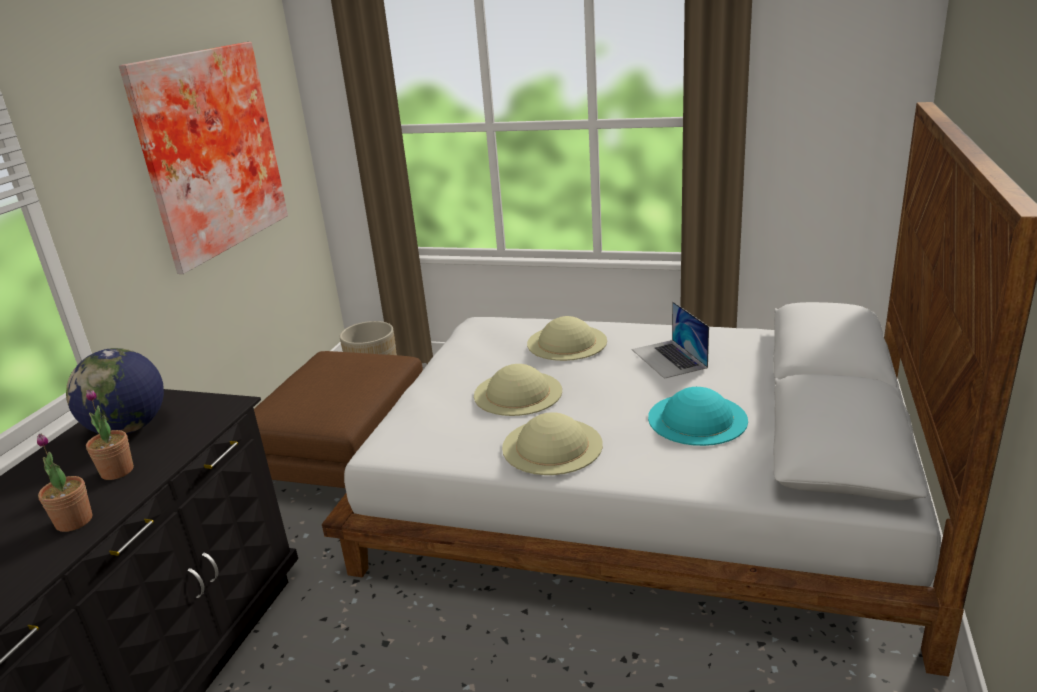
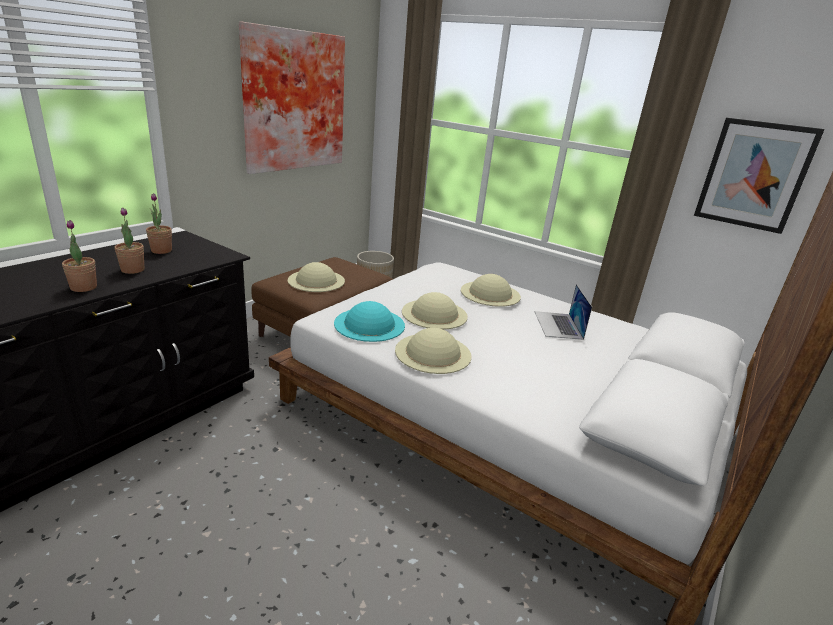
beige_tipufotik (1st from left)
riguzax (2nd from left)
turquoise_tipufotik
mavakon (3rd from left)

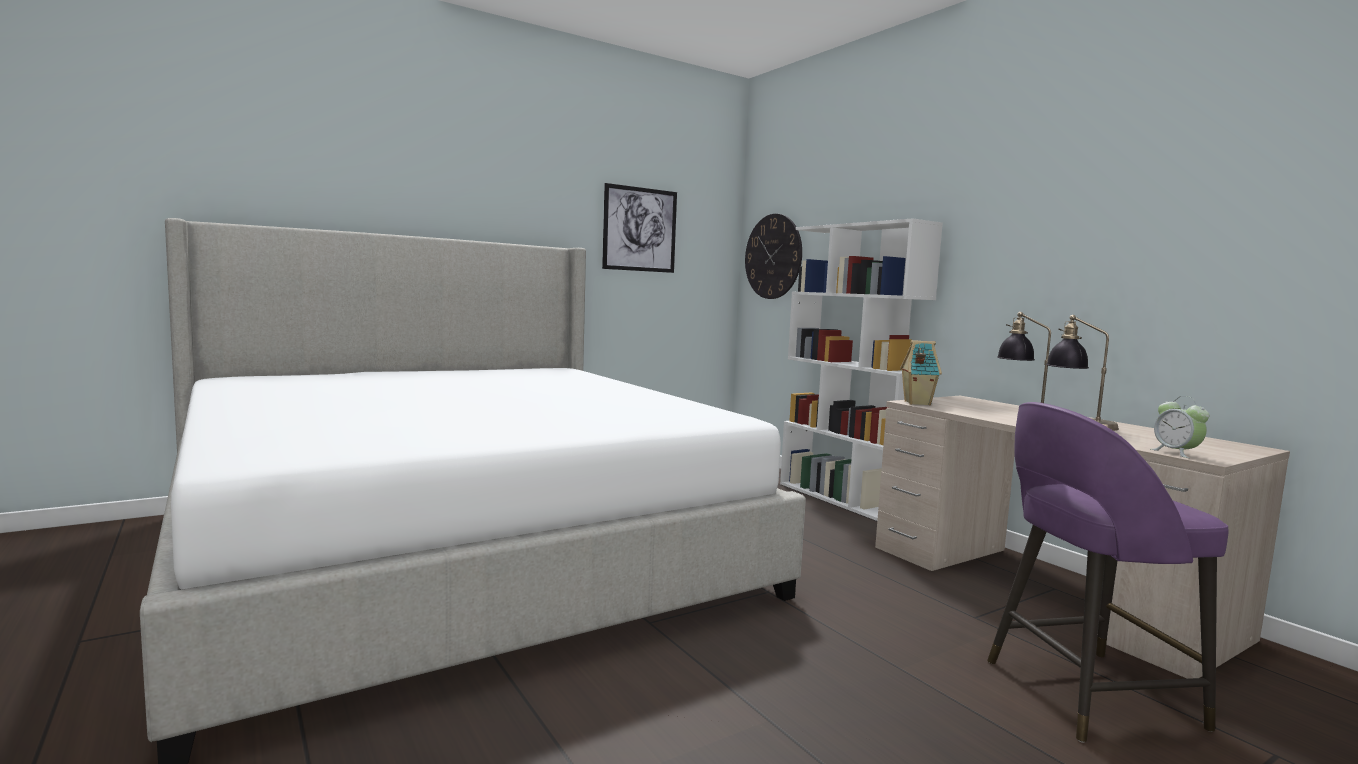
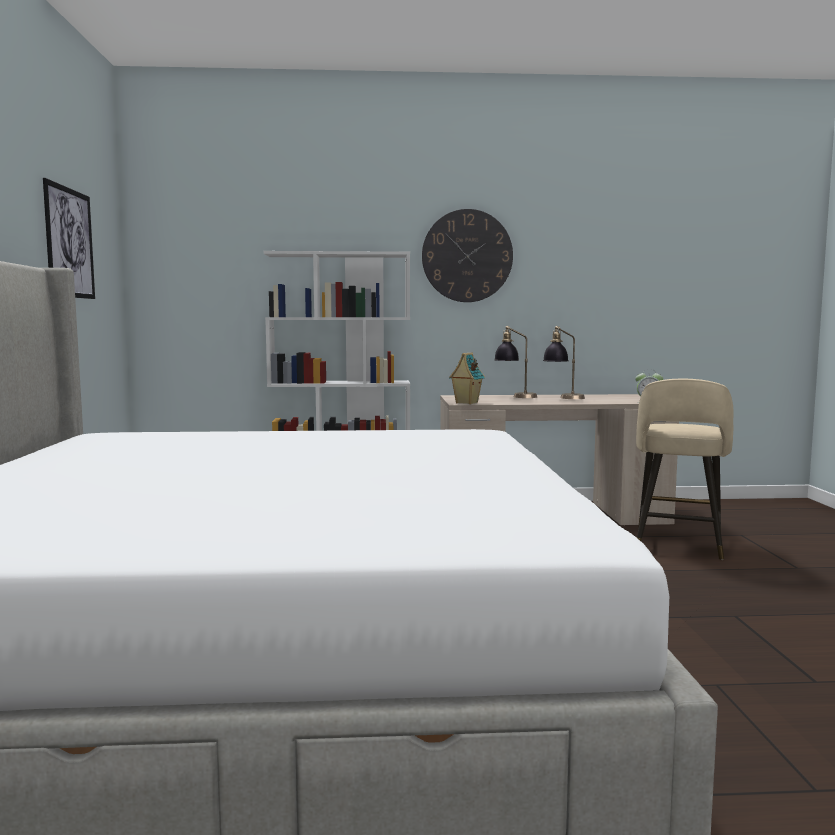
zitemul
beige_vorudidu

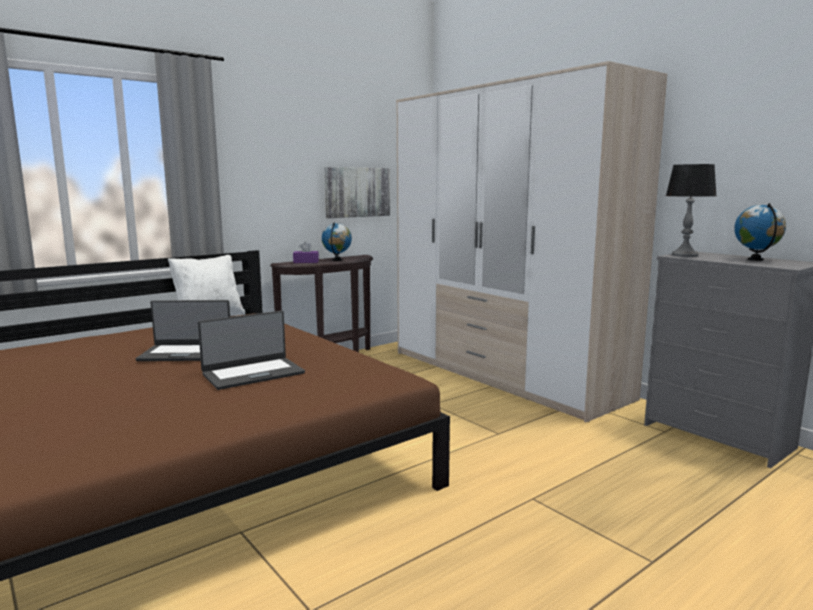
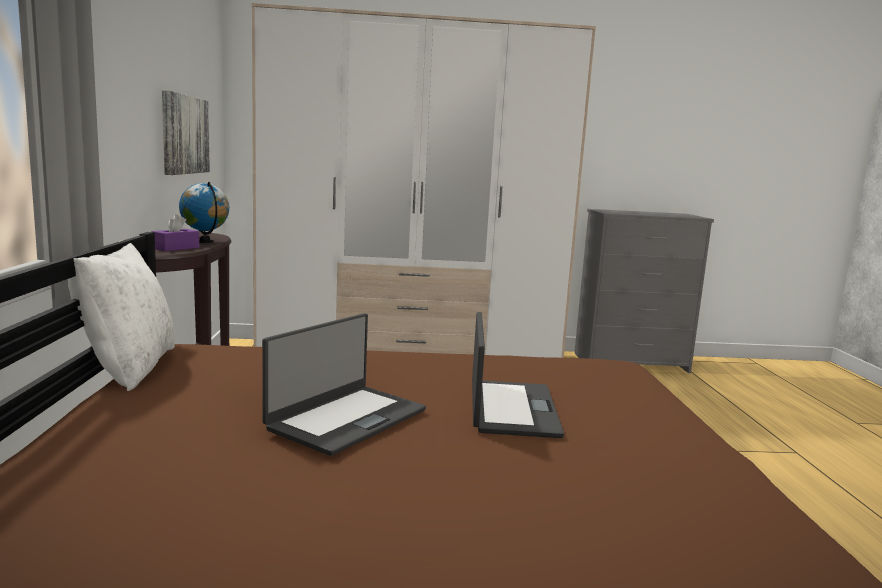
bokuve
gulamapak (2nd from left in the first image)

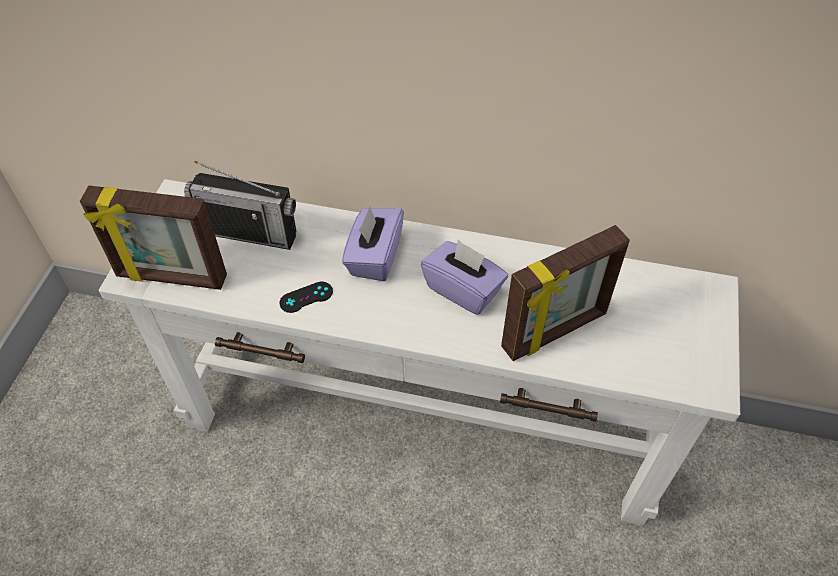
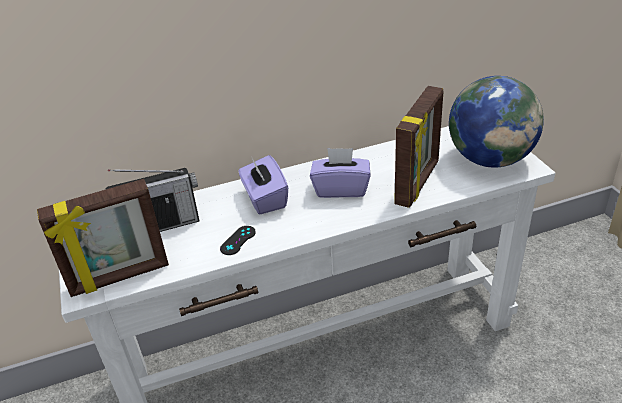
gulamapak

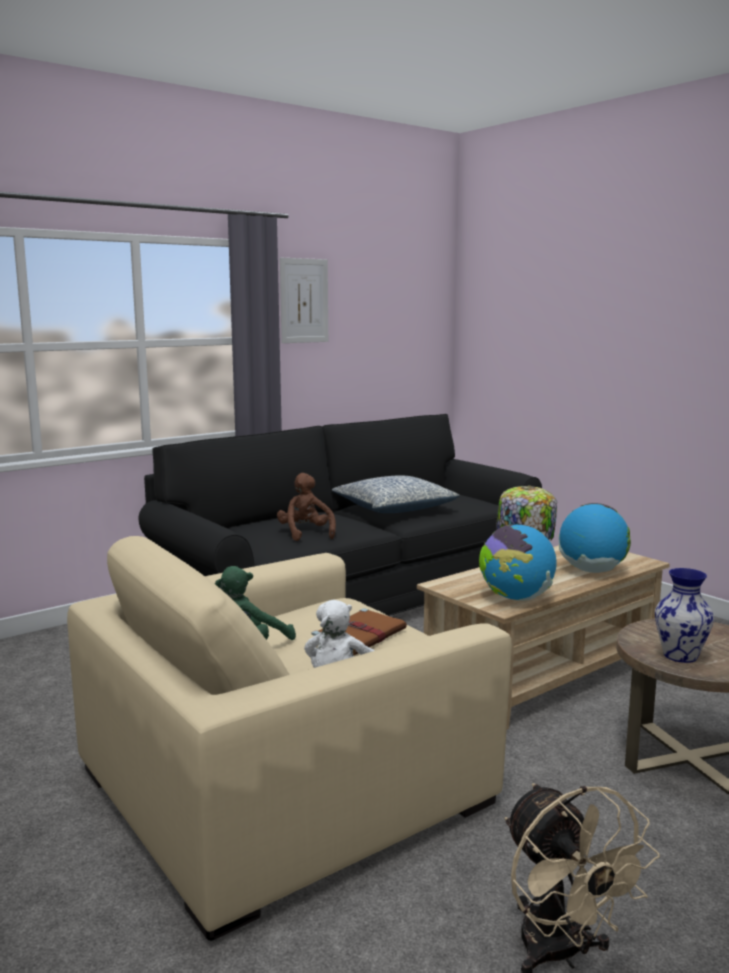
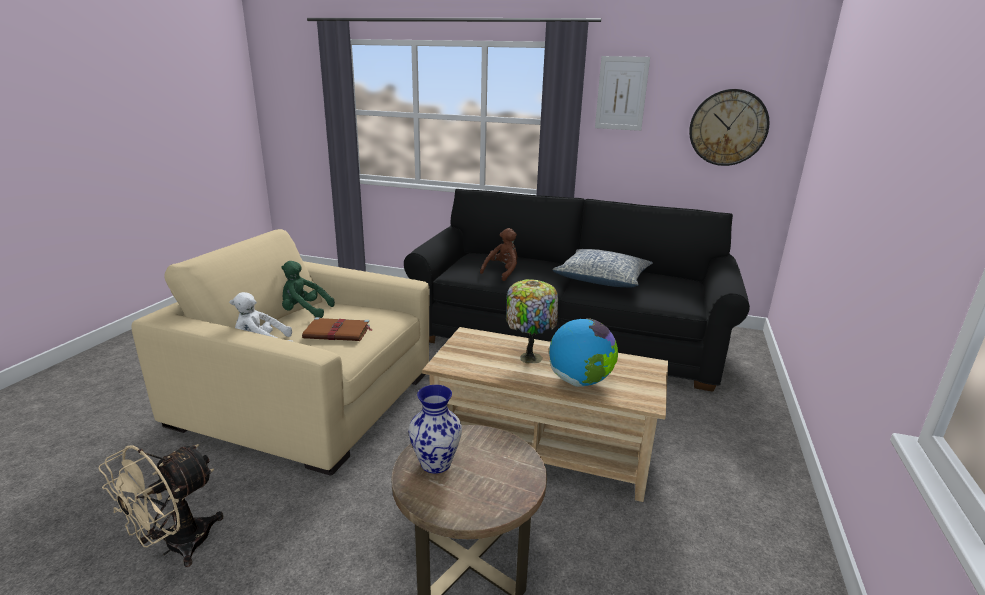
gulamapak (1st from left in the first image)
zitemul

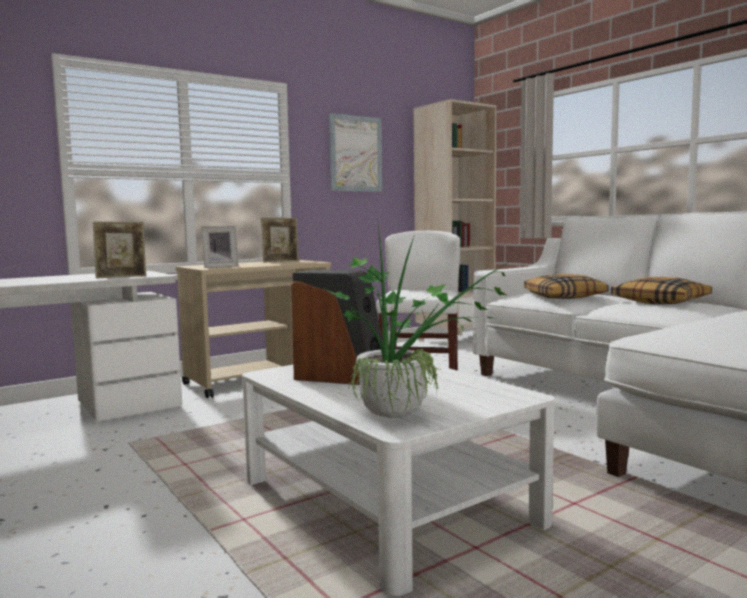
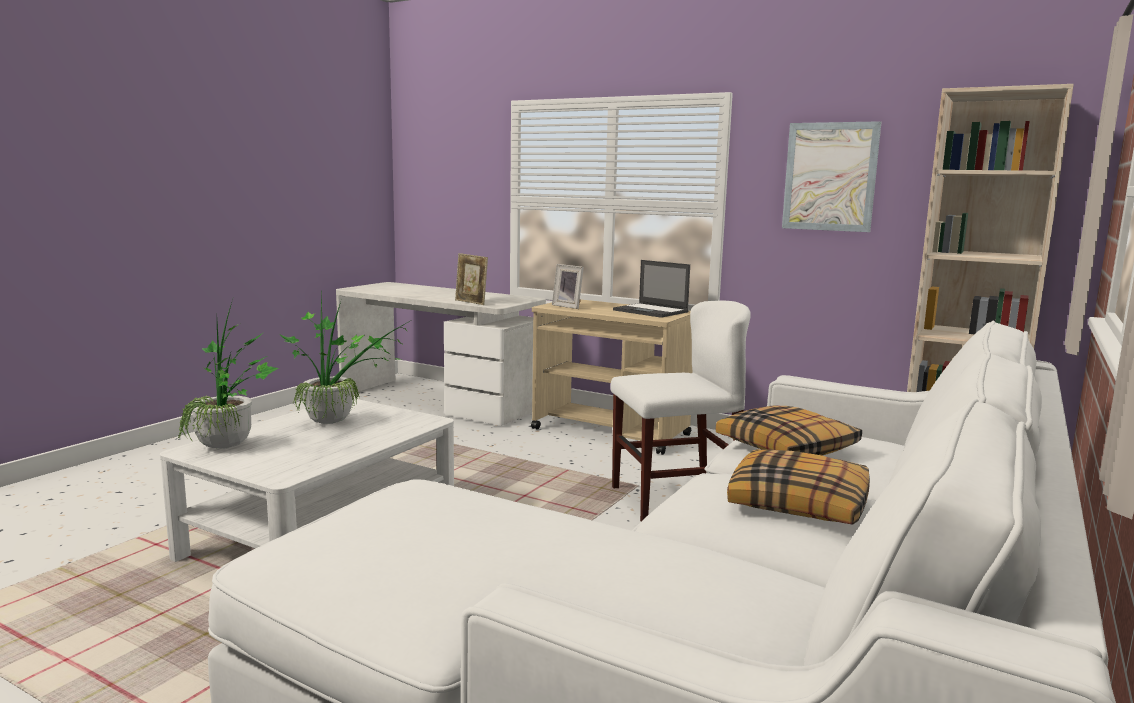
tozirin
mavakon (2nd from left)

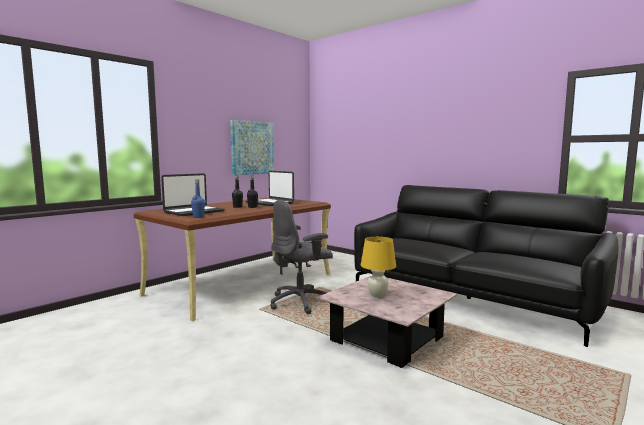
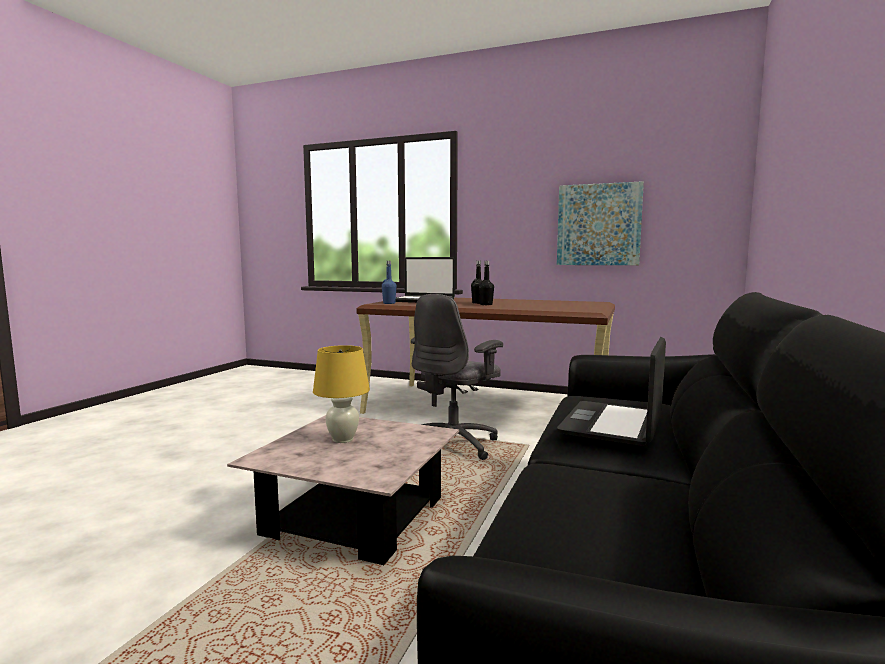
tozirin (2nd from left)
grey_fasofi

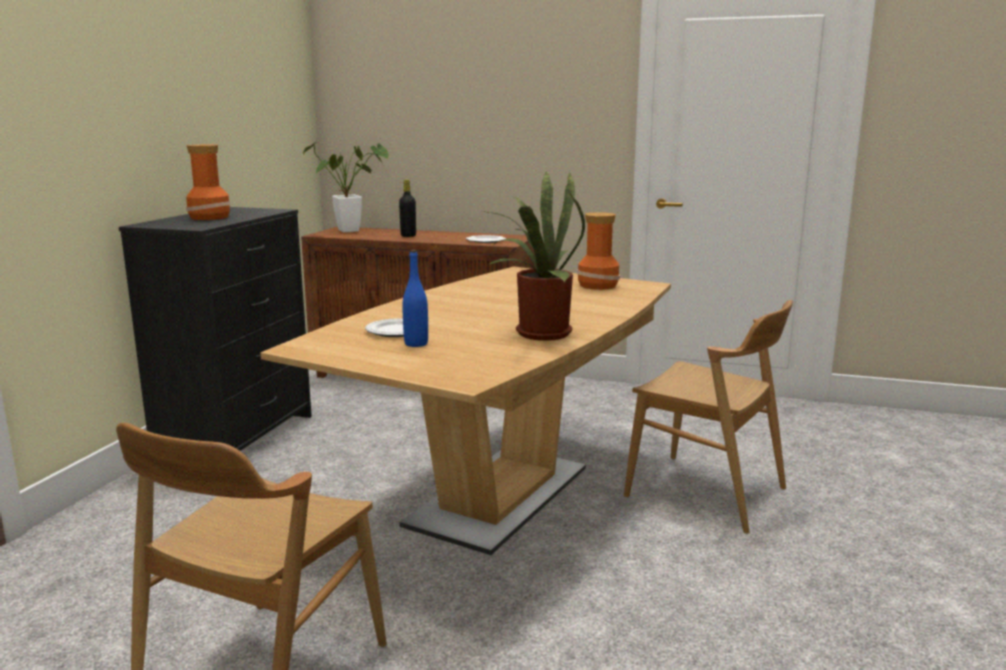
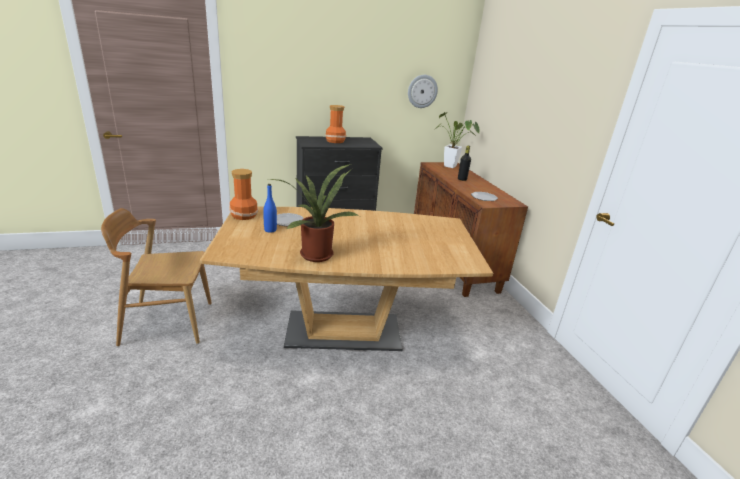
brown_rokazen (2nd from left in the first image)
zitemul
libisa (1st from left)

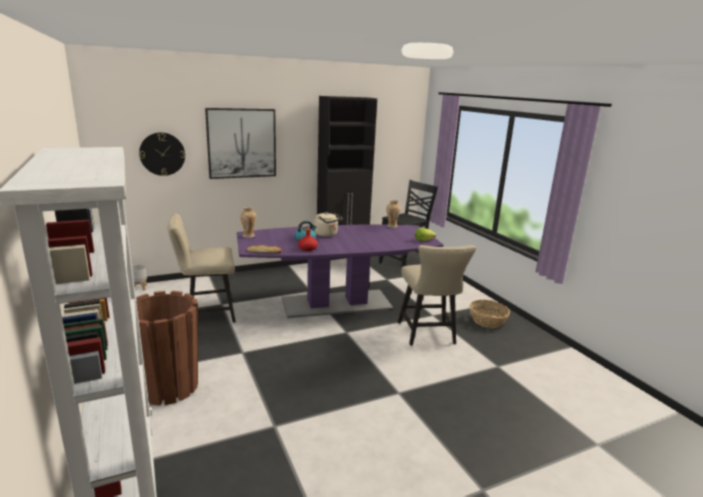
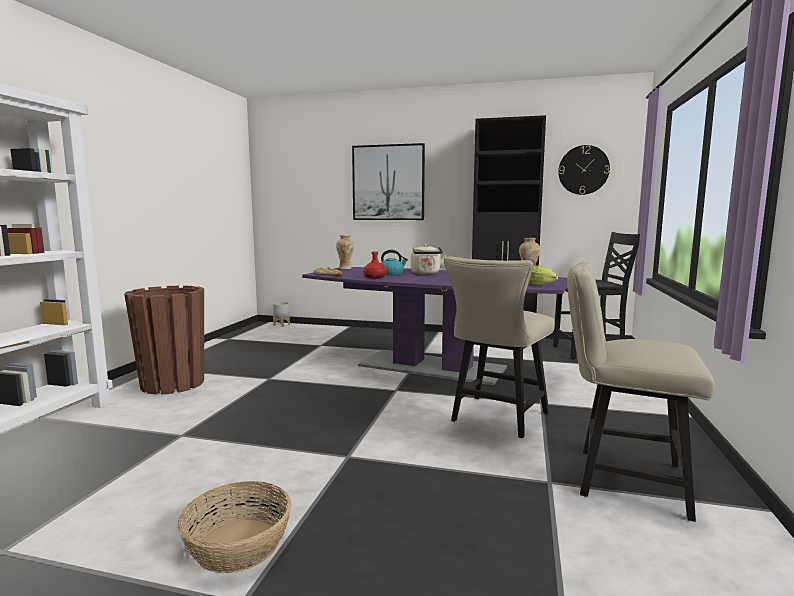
zitemul
beige_rokazen (2nd from left)
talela

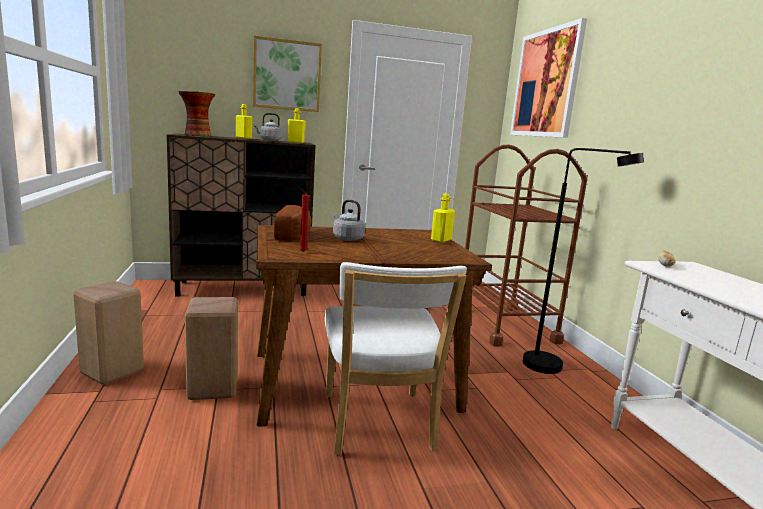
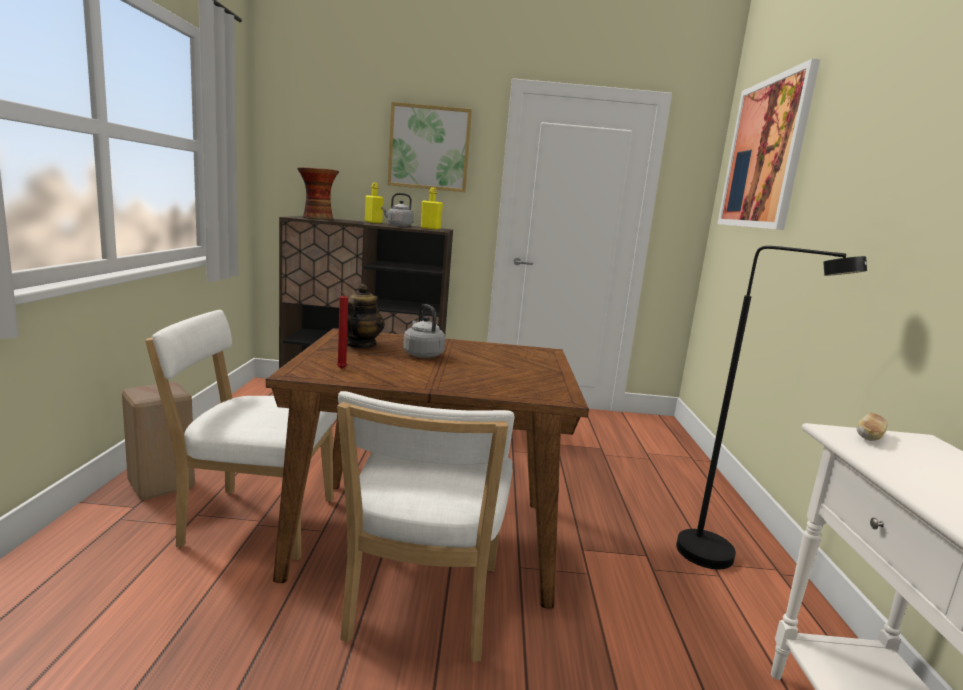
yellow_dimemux (3rd from left in the first image)
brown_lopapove
white_rokazen (1st from left)
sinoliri

